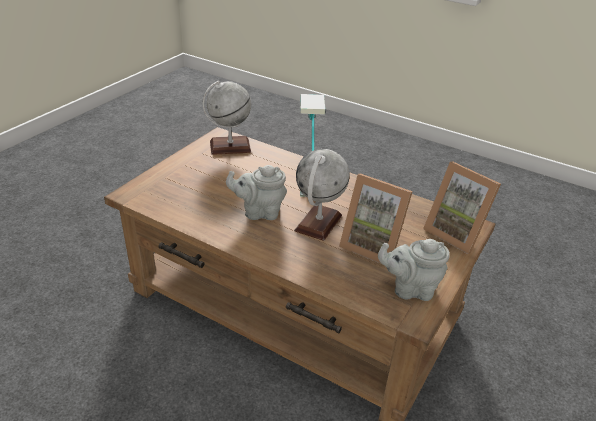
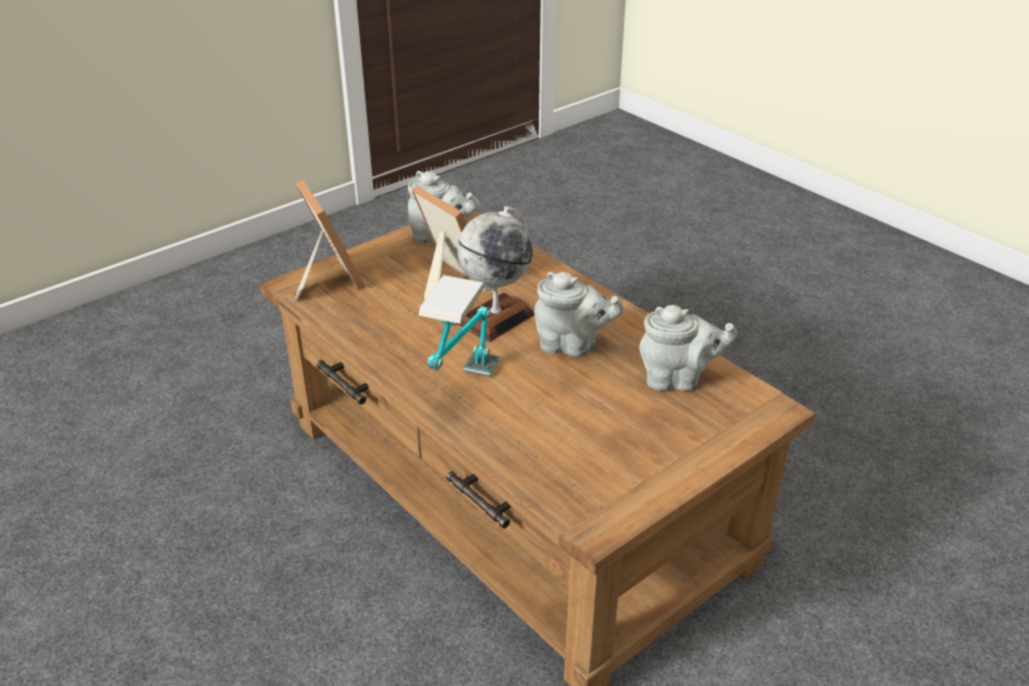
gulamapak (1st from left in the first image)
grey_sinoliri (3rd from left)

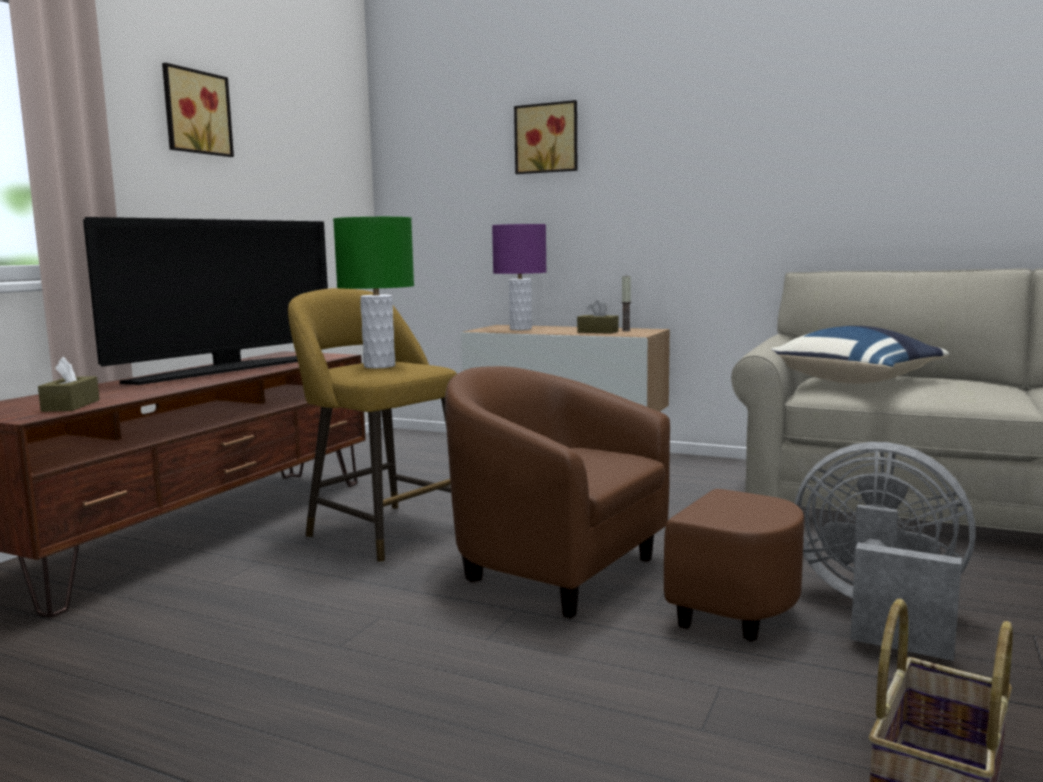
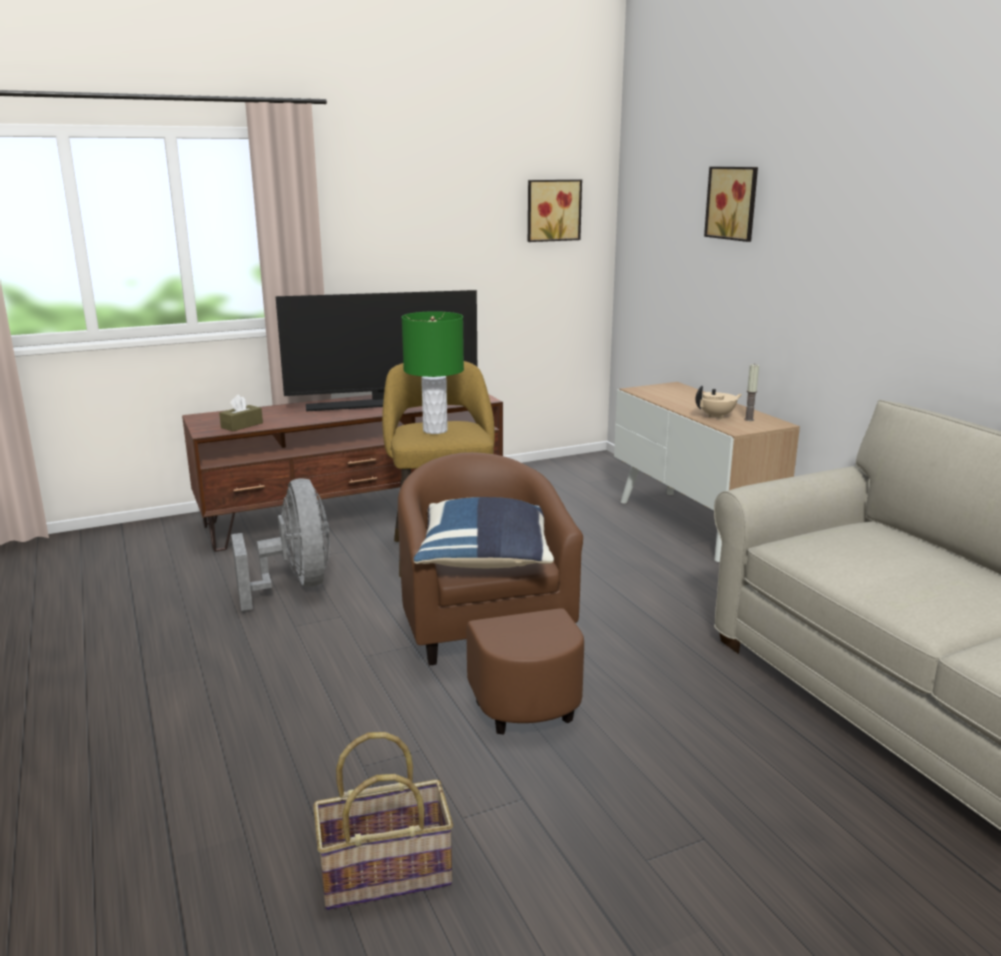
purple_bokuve
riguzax (1st from left)
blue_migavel
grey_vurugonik
beige_sinoliri

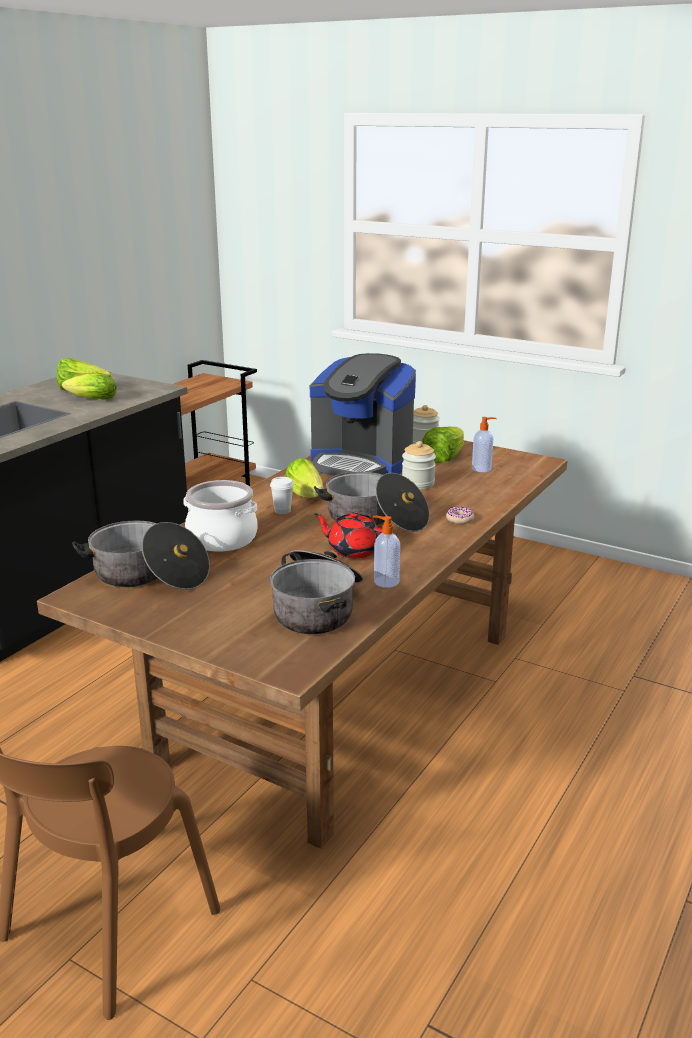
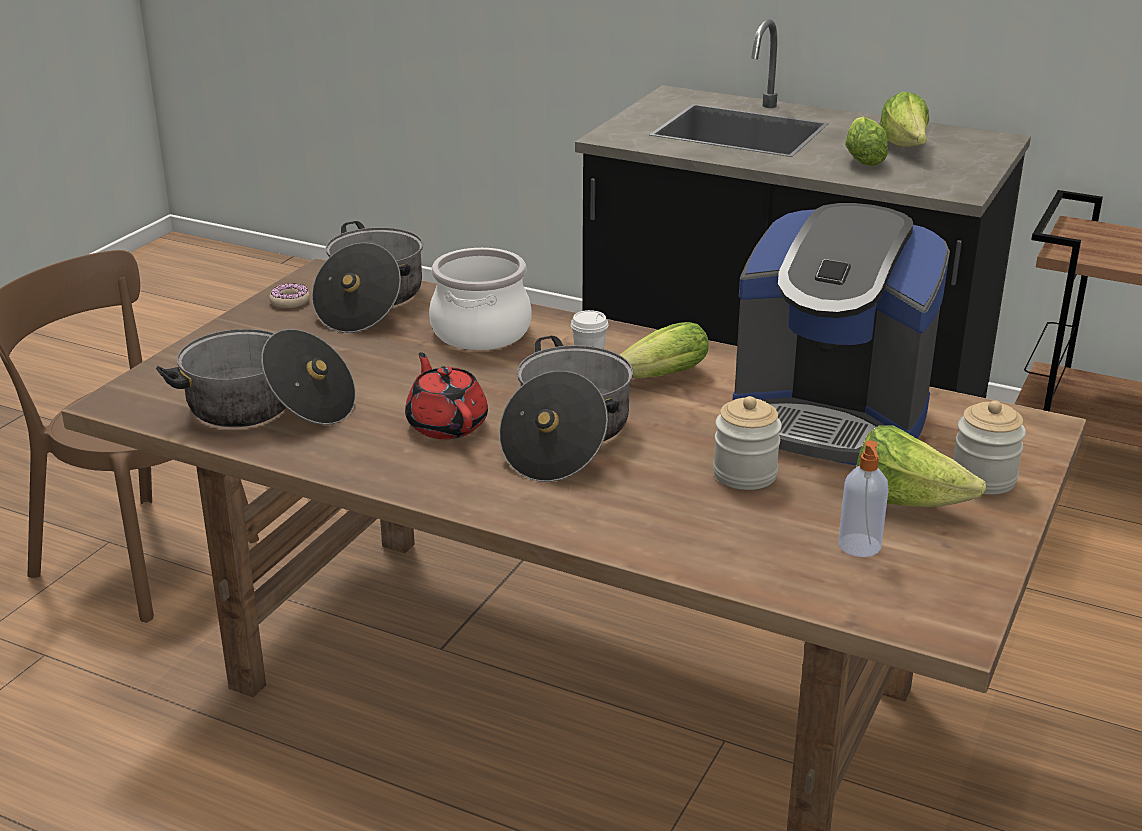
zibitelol (1st from left in the first image)
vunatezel
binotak
red_sinoliri

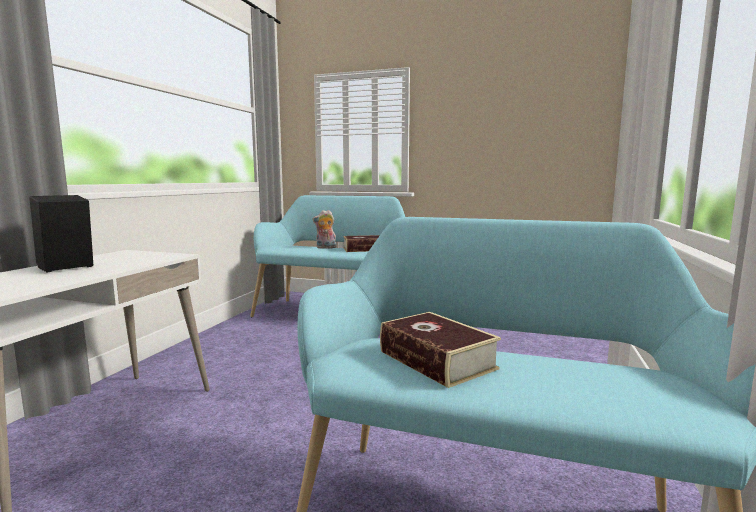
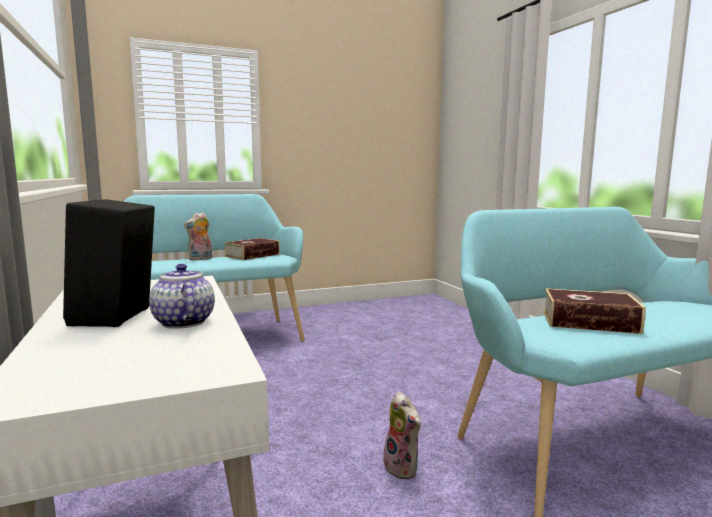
sinoliri
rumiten (2nd from left)

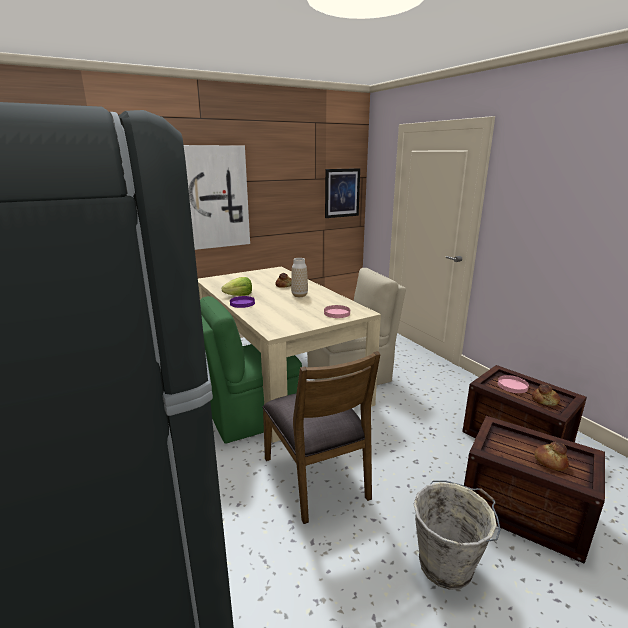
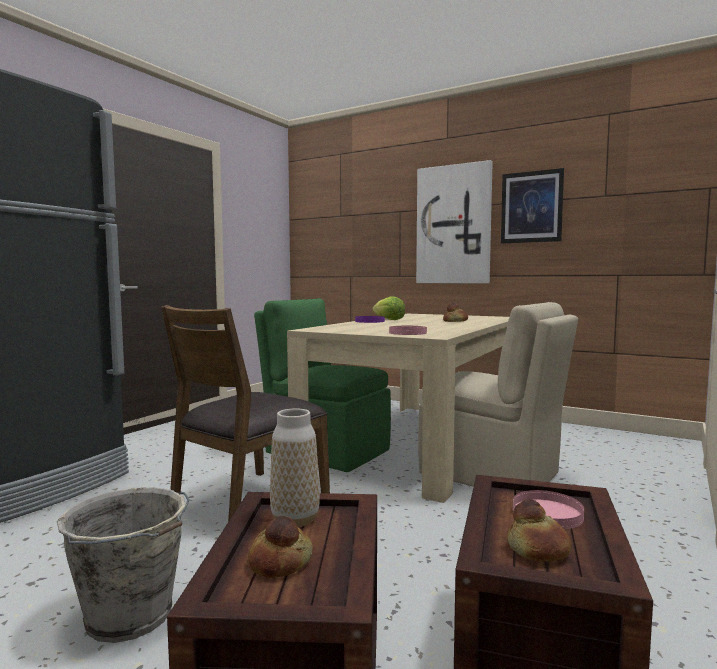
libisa
riguzax (2nd from left)

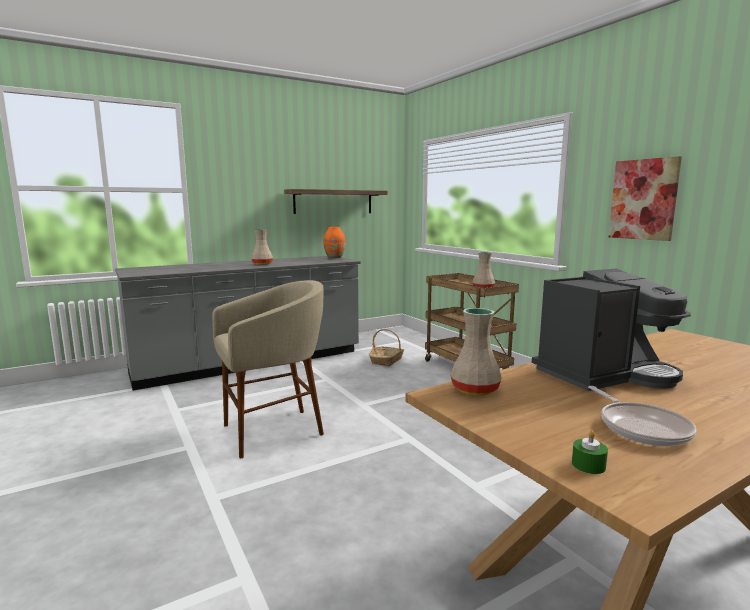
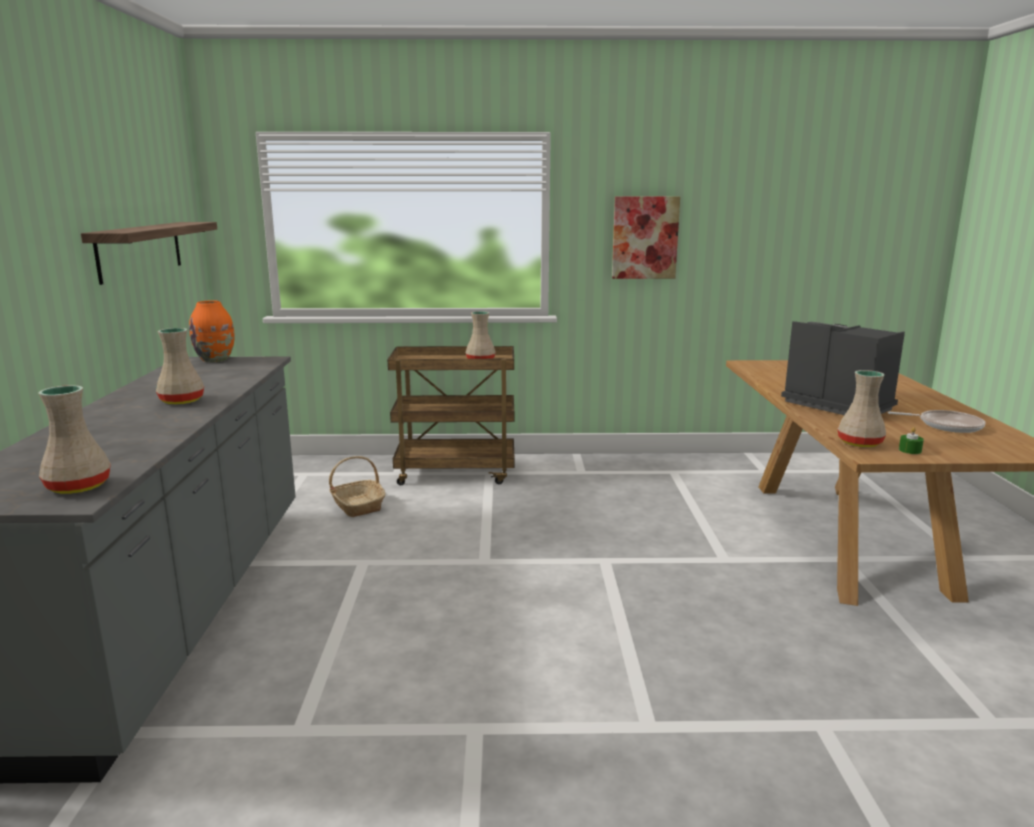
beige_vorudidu
beige_libisa (1st from left)
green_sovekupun
binotak

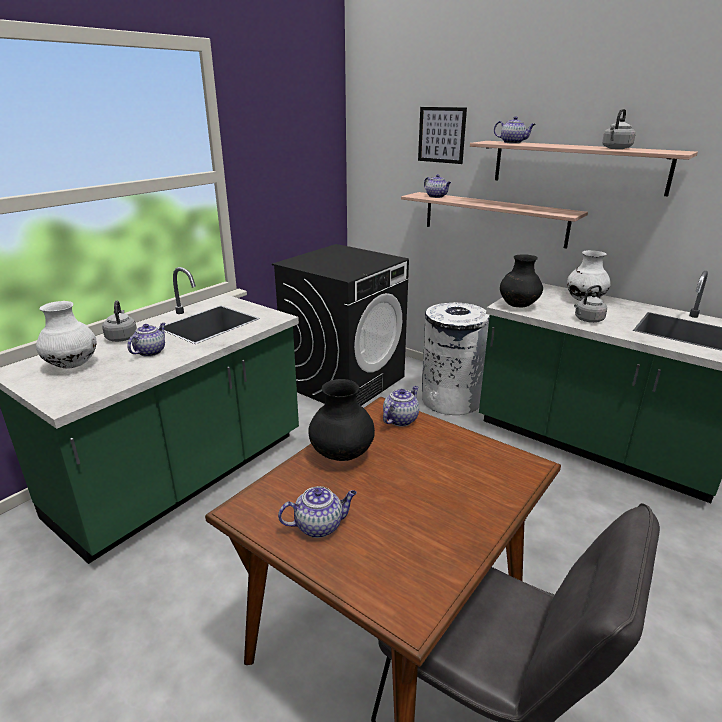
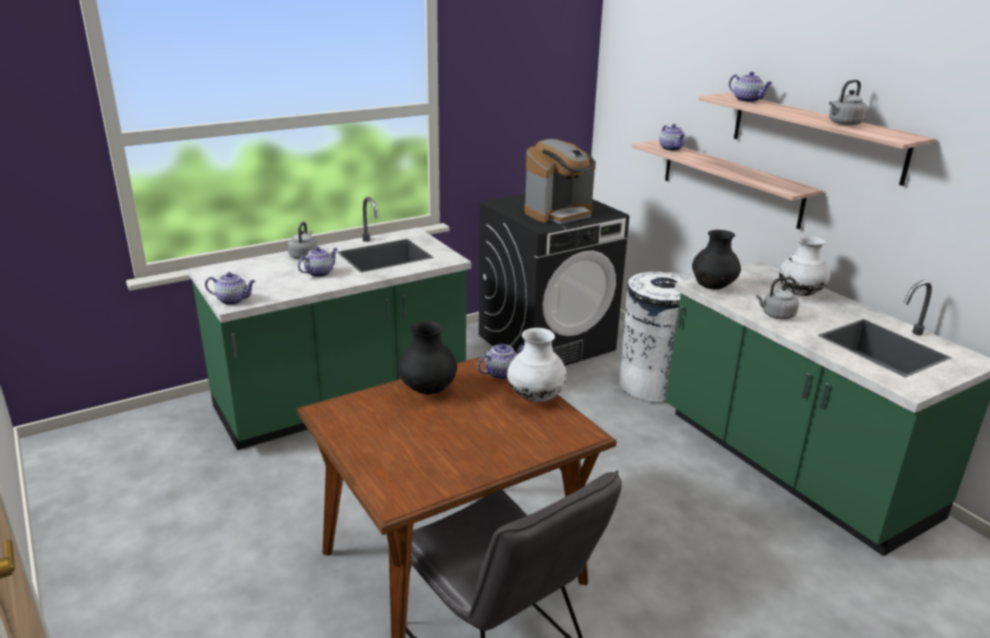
riguzax
binotak
white_libisa (1st from left)
sinoliri (1st from left)

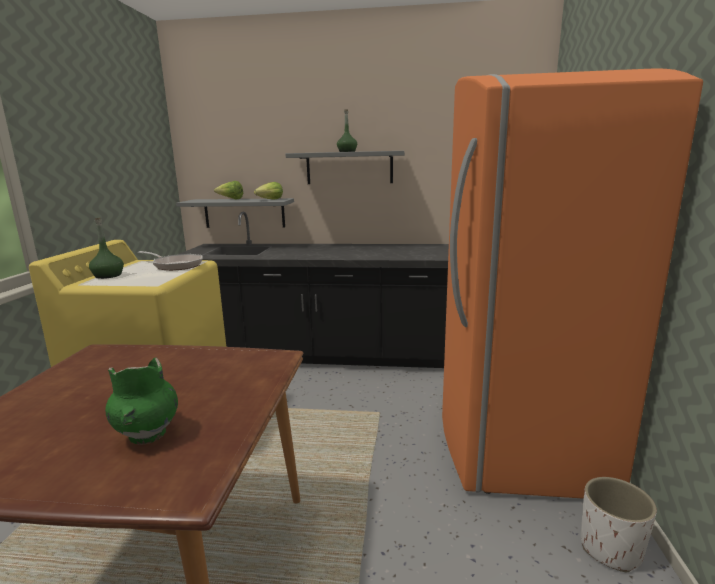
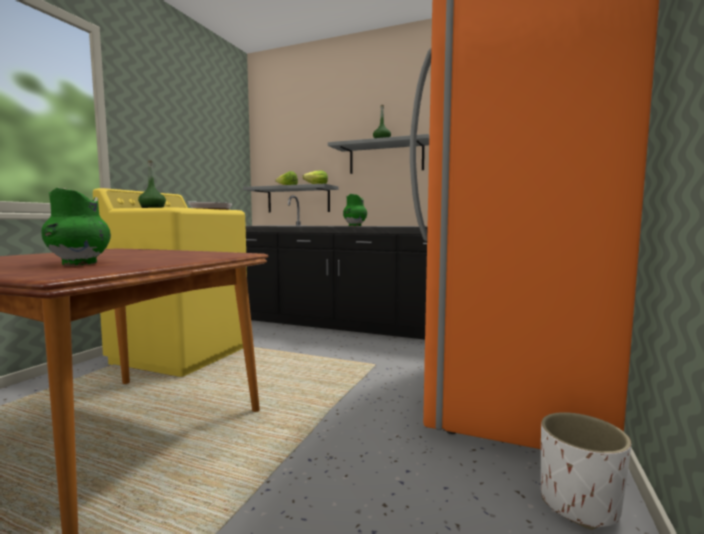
green_libisa (2nd from left)

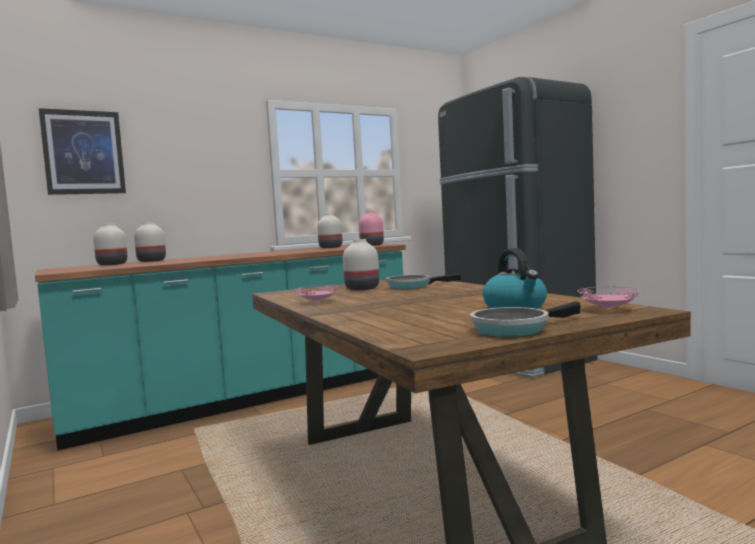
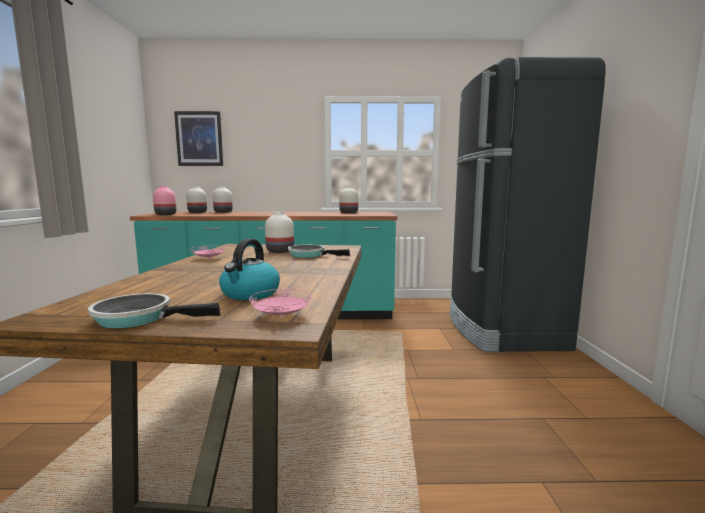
pink_libisa

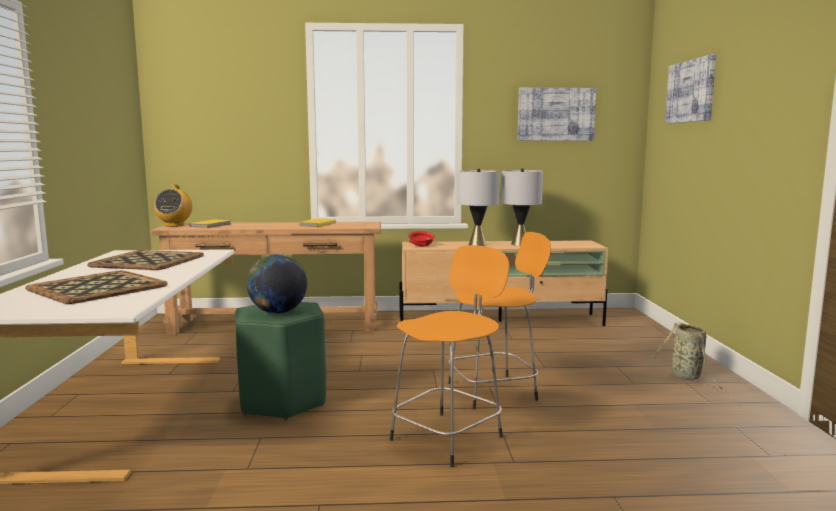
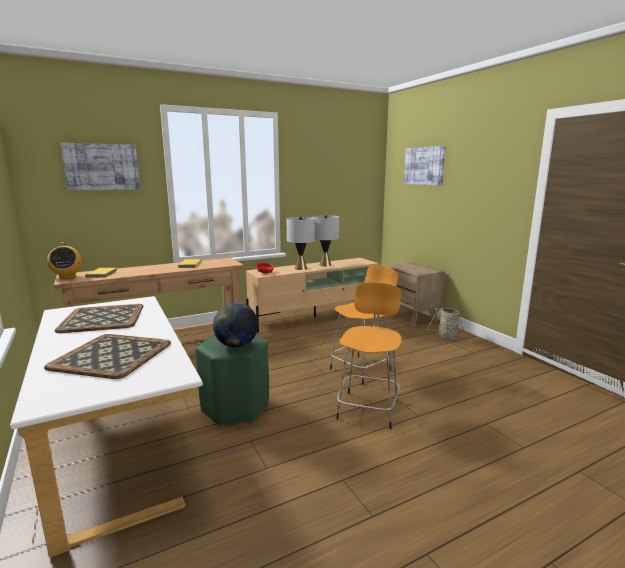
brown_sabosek
riguzax (1st from left)

